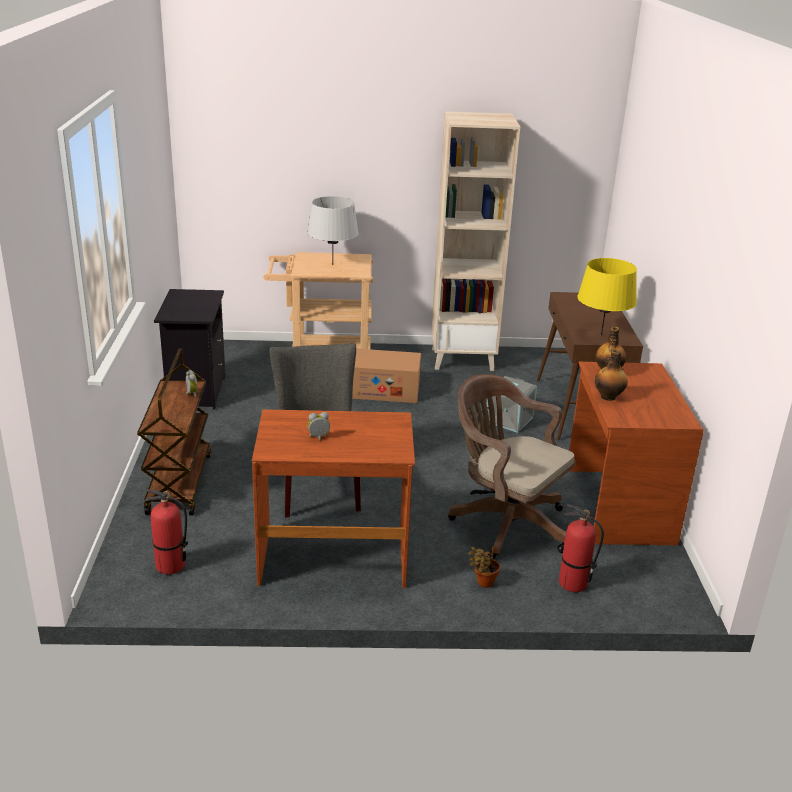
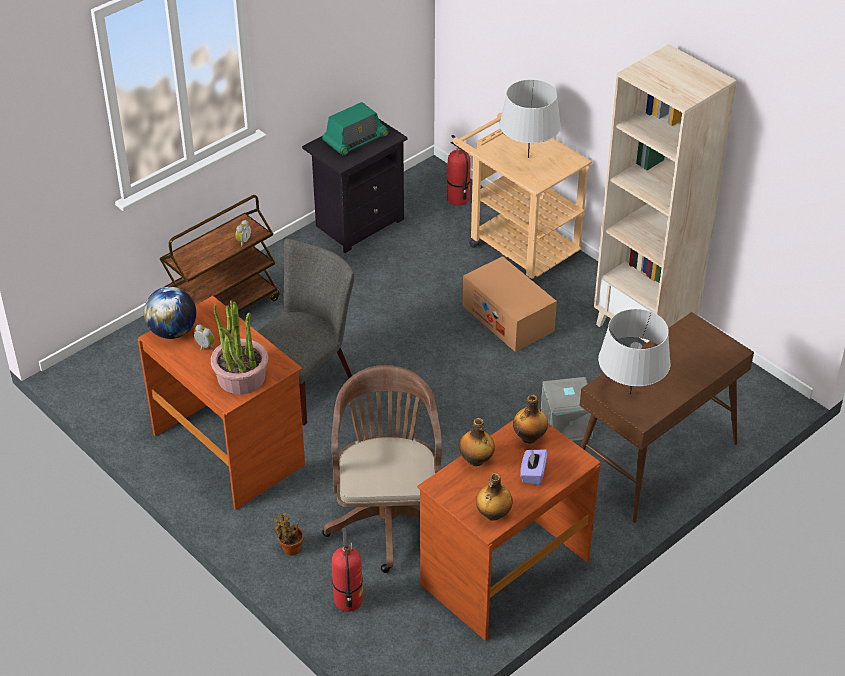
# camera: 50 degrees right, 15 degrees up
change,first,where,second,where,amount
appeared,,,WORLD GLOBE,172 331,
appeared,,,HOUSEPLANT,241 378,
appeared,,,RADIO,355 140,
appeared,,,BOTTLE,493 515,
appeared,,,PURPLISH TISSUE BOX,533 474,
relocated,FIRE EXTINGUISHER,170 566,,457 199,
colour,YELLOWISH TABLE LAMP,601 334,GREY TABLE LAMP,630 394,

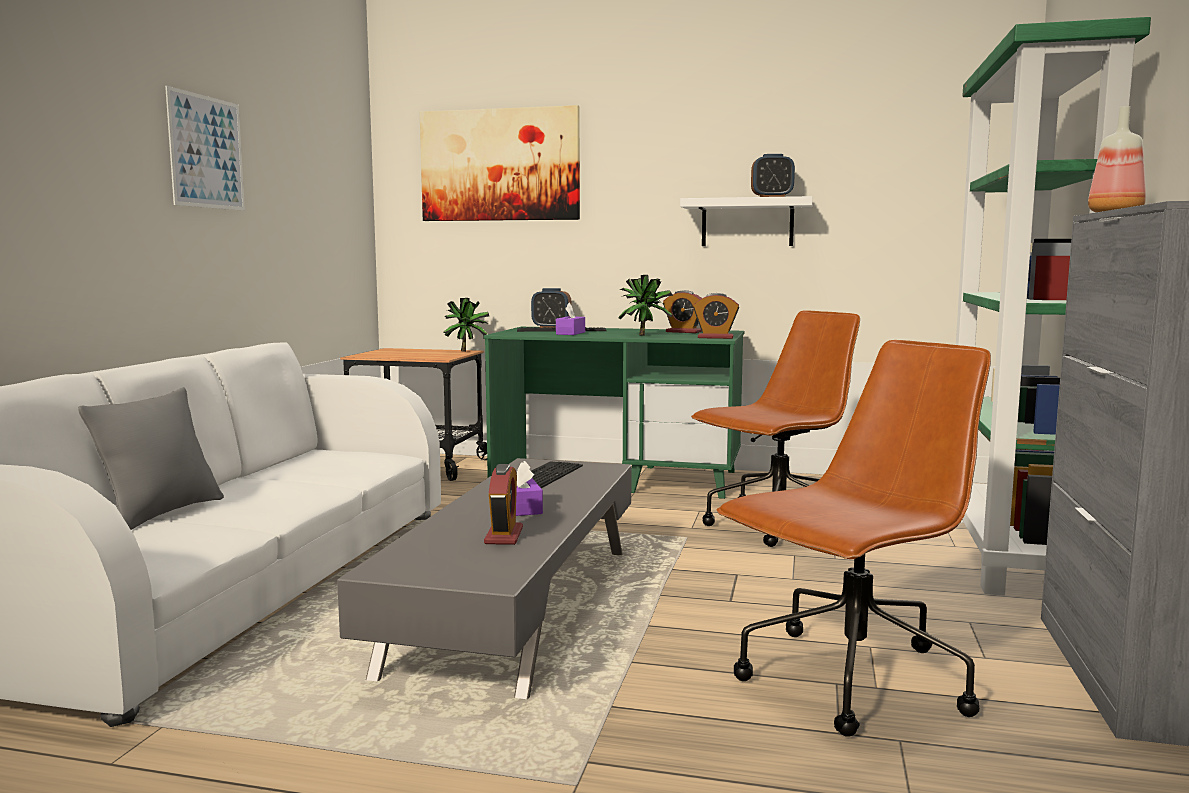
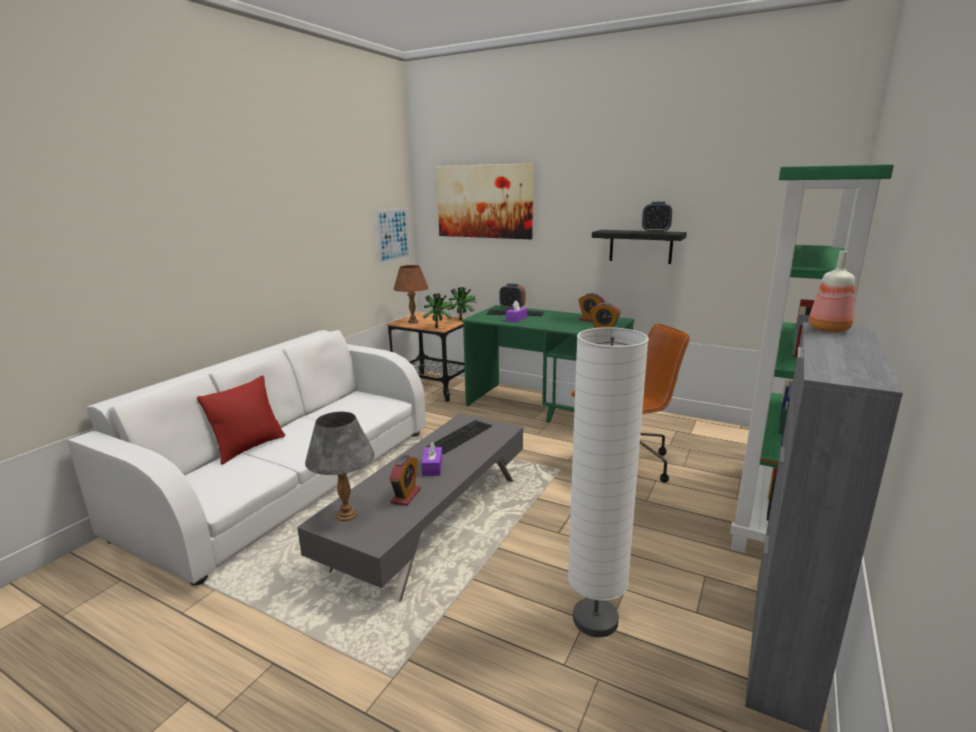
# camera: 15 degrees right, 10 degrees up
change,first,where,second,where,amount
appeared,,,GREY TABLE LAMP,347 514,
appeared,,,BROWN TABLE LAMP,413 322,
relocated,WALL ART,207 152,,393 235,
relocated,HOUSEPLANT,644 335,,438 327,
exchanged,BROWN OFFICE CHAIR,851 681,WHITE FLOOR LAMP,595 620,
colour,GREY PILLOW,162 513,RED PILLOW,249 447,
colour,WHITE WALL SHELF,747 223,BLACK WALL SHELF,640 246,

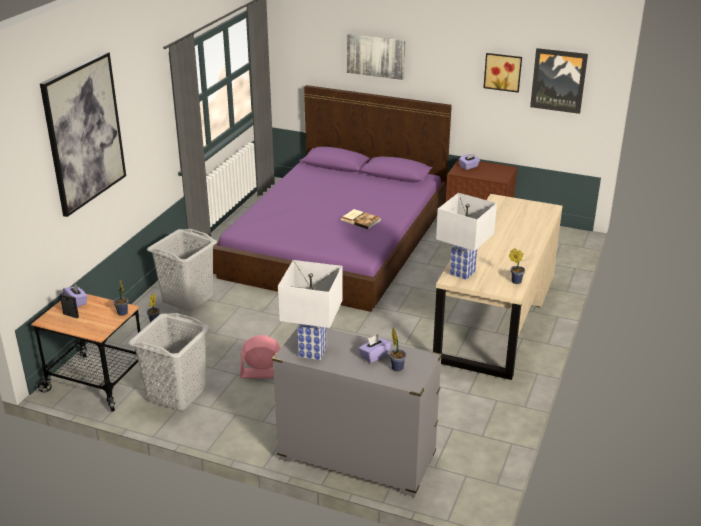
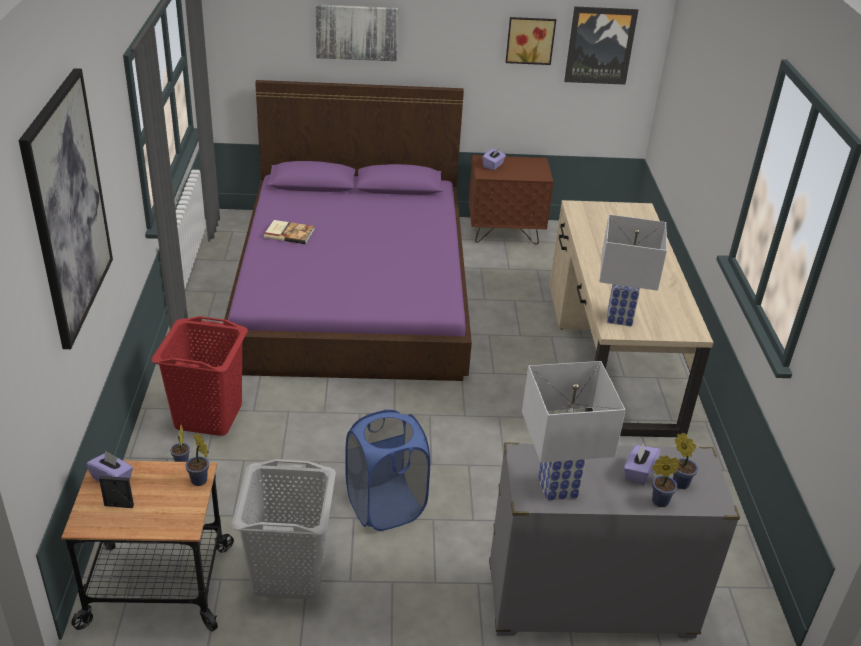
# camera: 25 degrees left, 5 degrees up
change,first,where,second,where,amount
relocated,BOOK,361 220,,289 233,
relocated,HOUSEPLANT,515 281,,657 501,
exchanged,PINK-COLOURED ELECTRIC FAN,262 373,BLUE-COLOURED WASHING BASKET,385 507,
colour,GREY WASHING BASKET,188 299,RED WASHING BASKET,209 415,

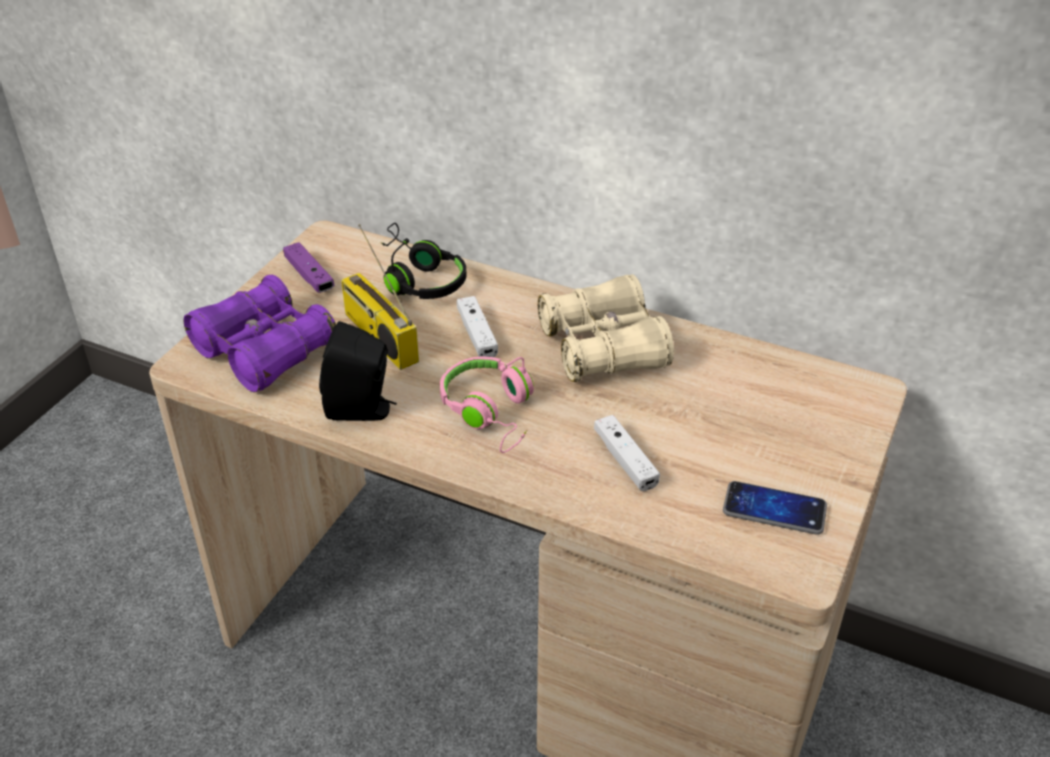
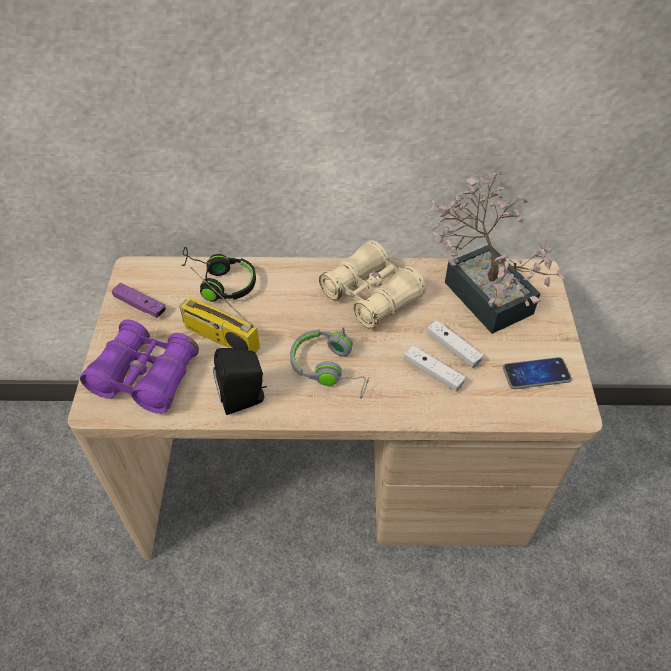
# camera: 25 degrees left, 10 degrees up
change,first,where,second,where,amount
appeared,,,HOUSEPLANT,482 290,
relocated,WHITE GAMEPAD,477 334,,453 349,
colour,PINK-COLOURED HEADPHONES,492 412,GREY HEADPHONES,331 369,

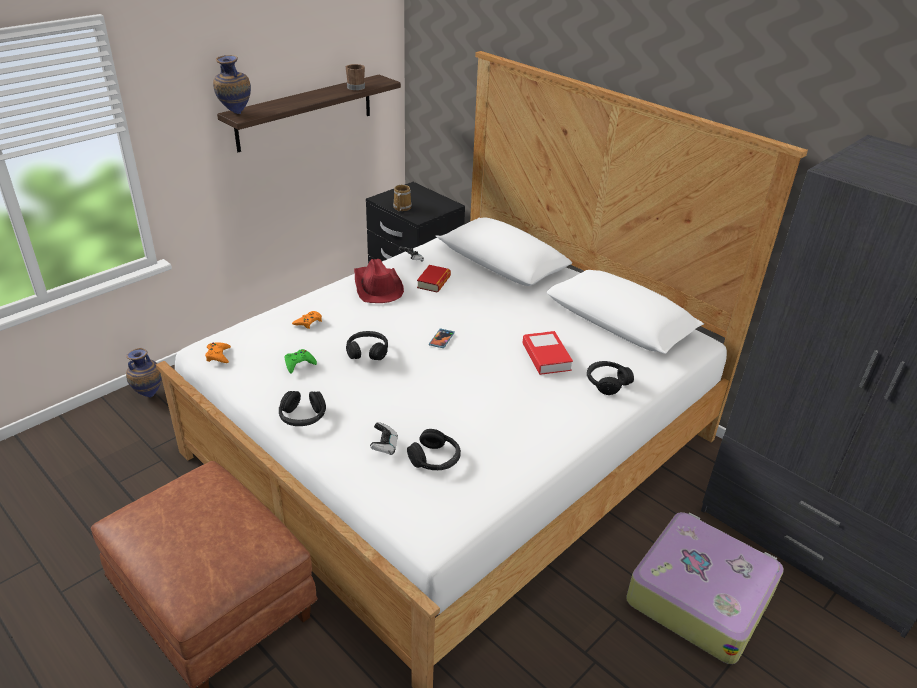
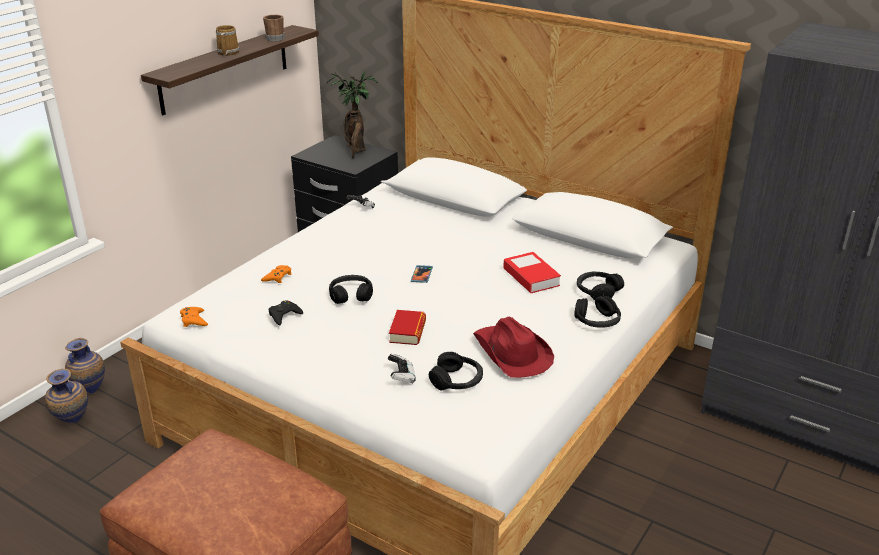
# camera: 10 degrees left, 5 degrees down
change,first,where,second,where,amount
missing,TRAVEL CASE,699 595,,,
appeared,,,HOUSEPLANT,356 150,
relocated,FLOWER VASE,235 114,,72 423,
relocated,BLACK HEADPHONES,302 416,,597 321,
relocated,RED WEARABLE HAT,377 286,,511 353,
relocated,MUG,401 207,,227 53,
relocated,BOOK,433 282,,407 332,
colour,GREEN GAMEPAD,299 363,BLACK GAMEPAD,284 315,

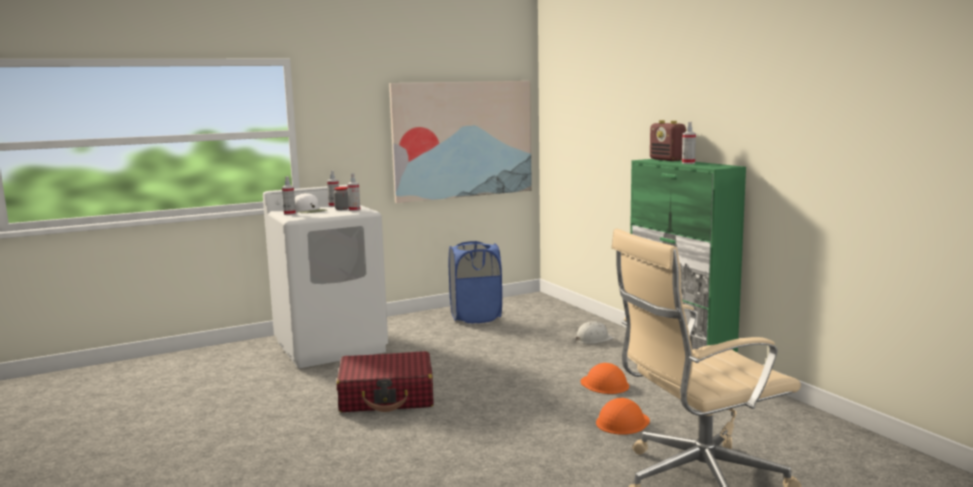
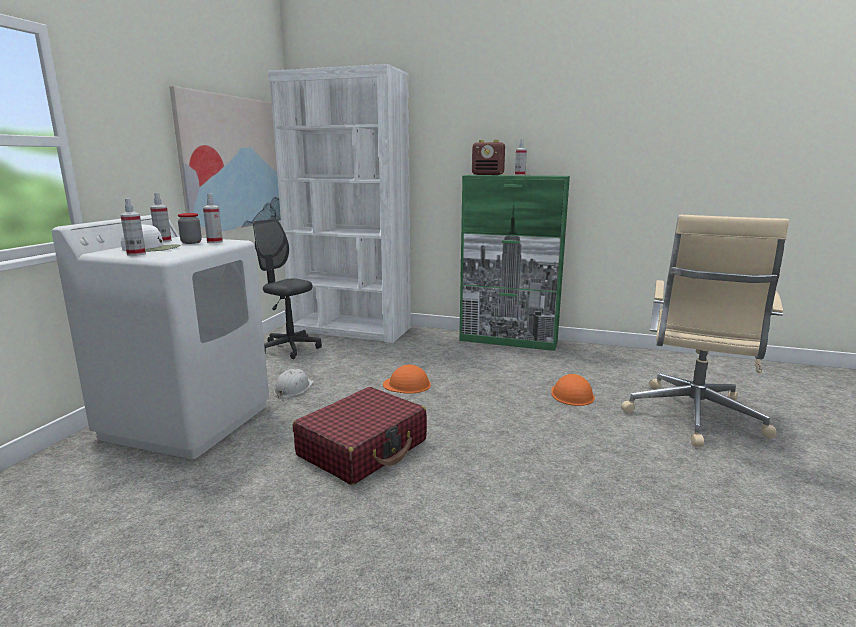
# camera: 45 degrees left, 5 degrees up
change,first,where,second,where,amount
appeared,,,WHITE SHELVING UNIT,350 329,
relocated,WHITE HARD HAT,593 339,,293 389,
relocated,ORANGE-COLOURED HARD HAT,604 384,,407 384,
exchanged,BLUE-COLOURED WASHING BASKET,476 317,GREY OFFICE CHAIR,290 348,

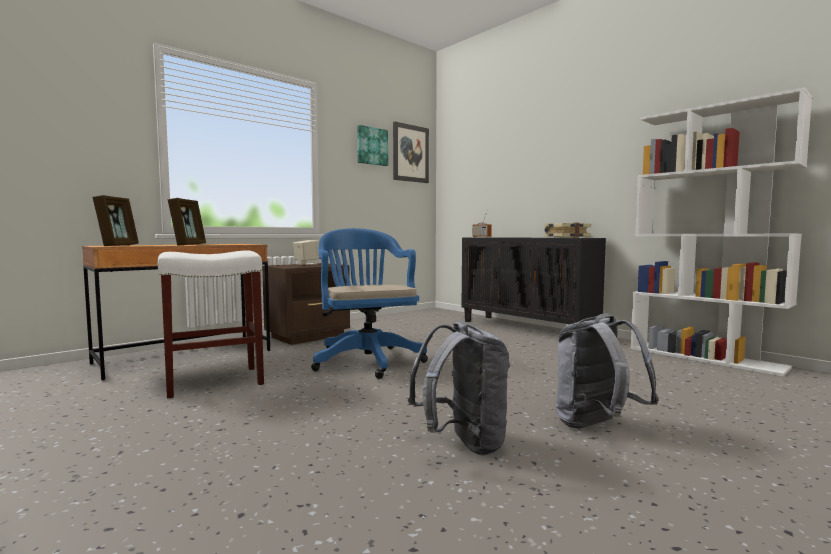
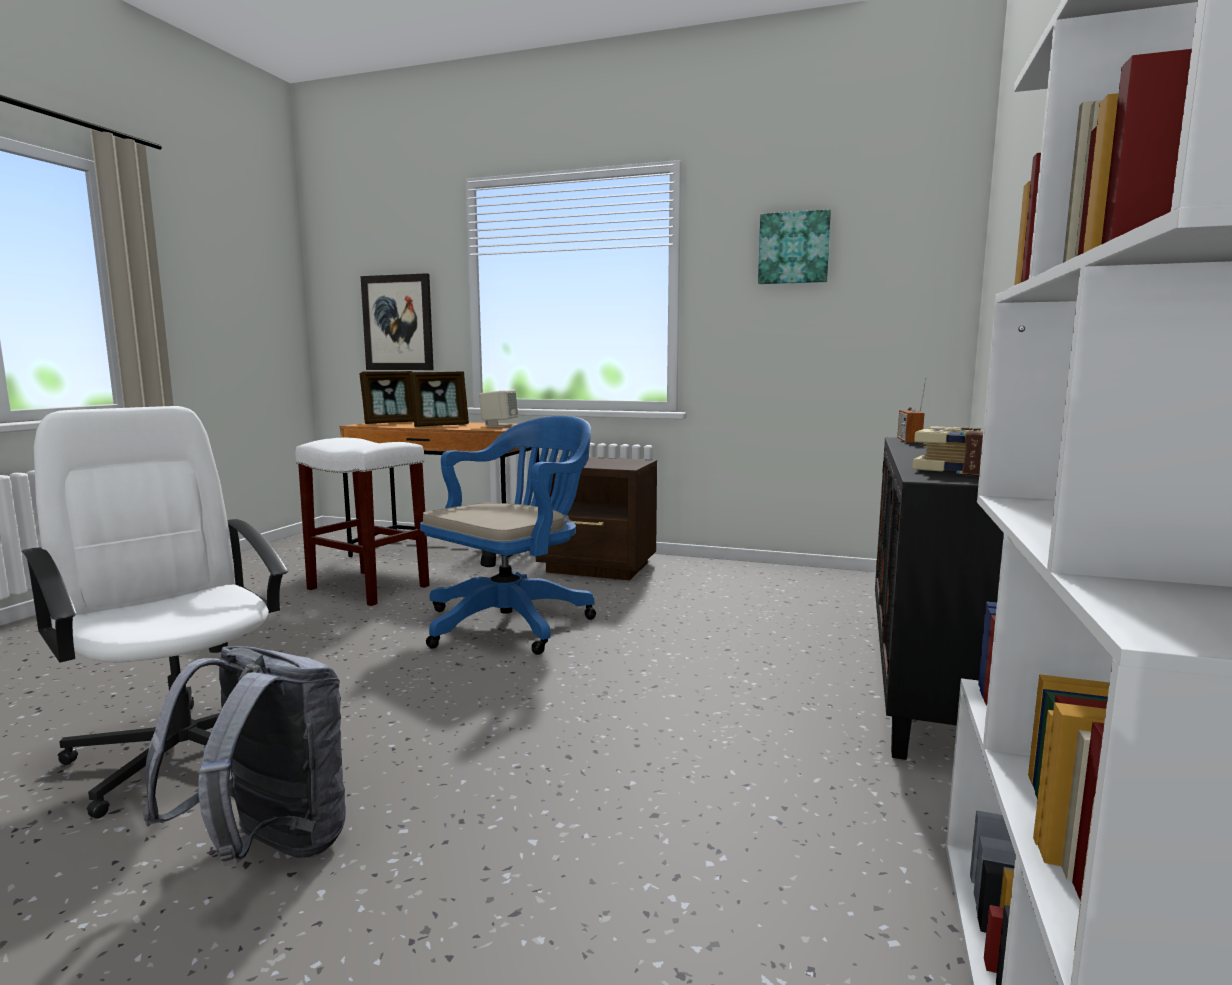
# camera: 60 degrees right, 5 degrees up
change,first,where,second,where,amount
relocated,BEIGE LOUDSPEAKER,306 264,,499 425,
relocated,WALL ART,410 153,,398 323,
exchanged,GREY KNAPSACK,462 444,WHITE OFFICE CHAIR,185 750,

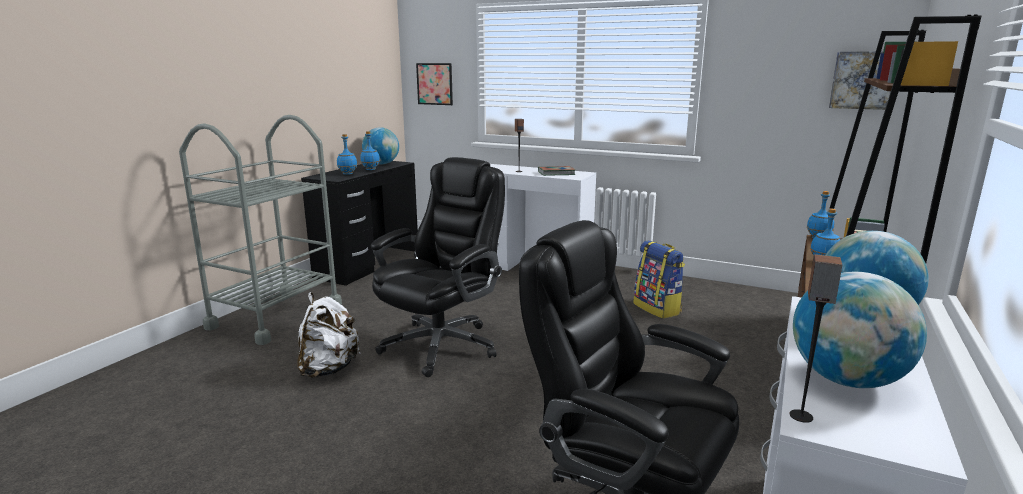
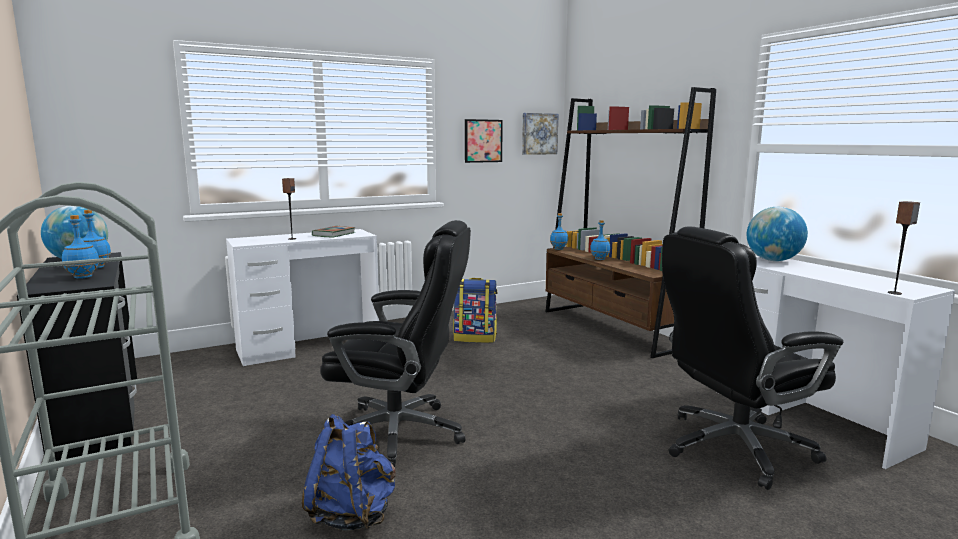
# camera: 55 degrees left, 5 degrees down
change,first,where,second,where,amount
missing,WORLD GLOBE,846 380,,,
relocated,WALL ART,434 84,,483 141,
colour,WHITE KNAPSACK,328 369,BLUE-COLOURED KNAPSACK,352 514,
spun,BLACK OFFICE CHAIR,442 345,,400 434,120 degrees clockwise

